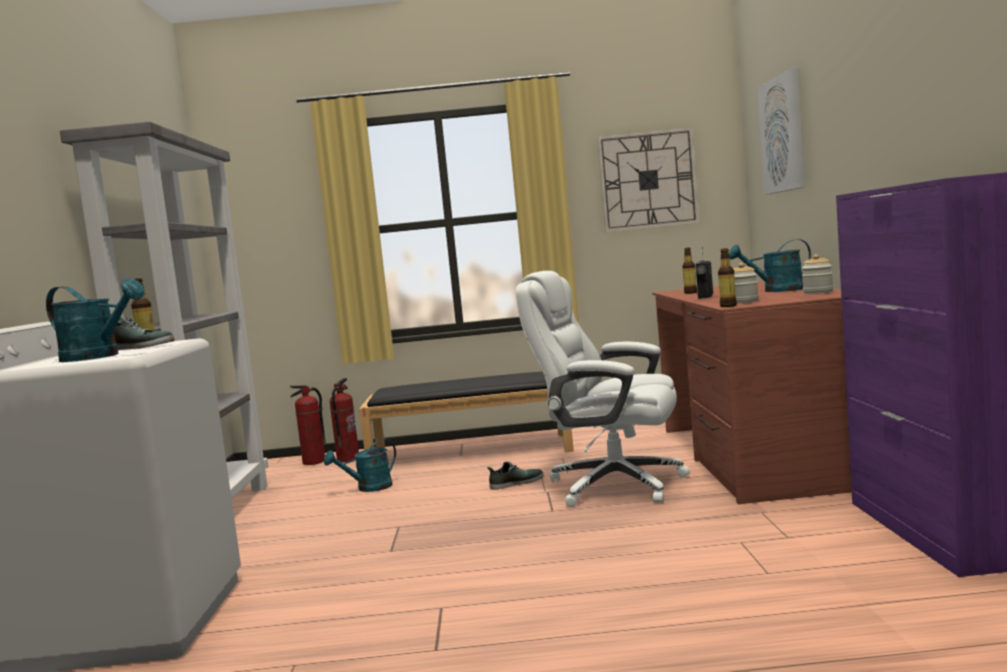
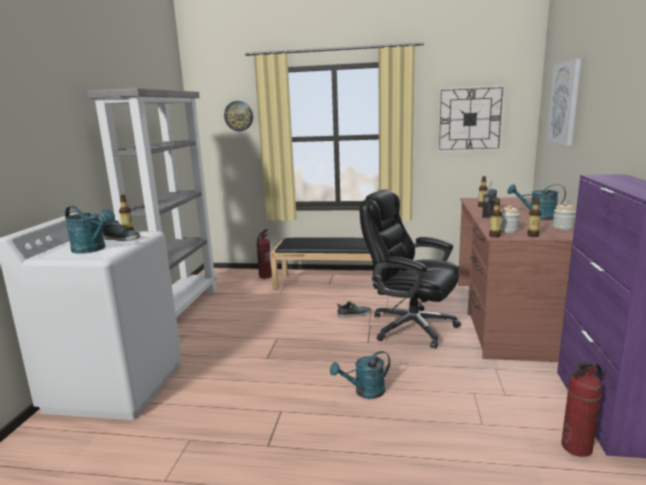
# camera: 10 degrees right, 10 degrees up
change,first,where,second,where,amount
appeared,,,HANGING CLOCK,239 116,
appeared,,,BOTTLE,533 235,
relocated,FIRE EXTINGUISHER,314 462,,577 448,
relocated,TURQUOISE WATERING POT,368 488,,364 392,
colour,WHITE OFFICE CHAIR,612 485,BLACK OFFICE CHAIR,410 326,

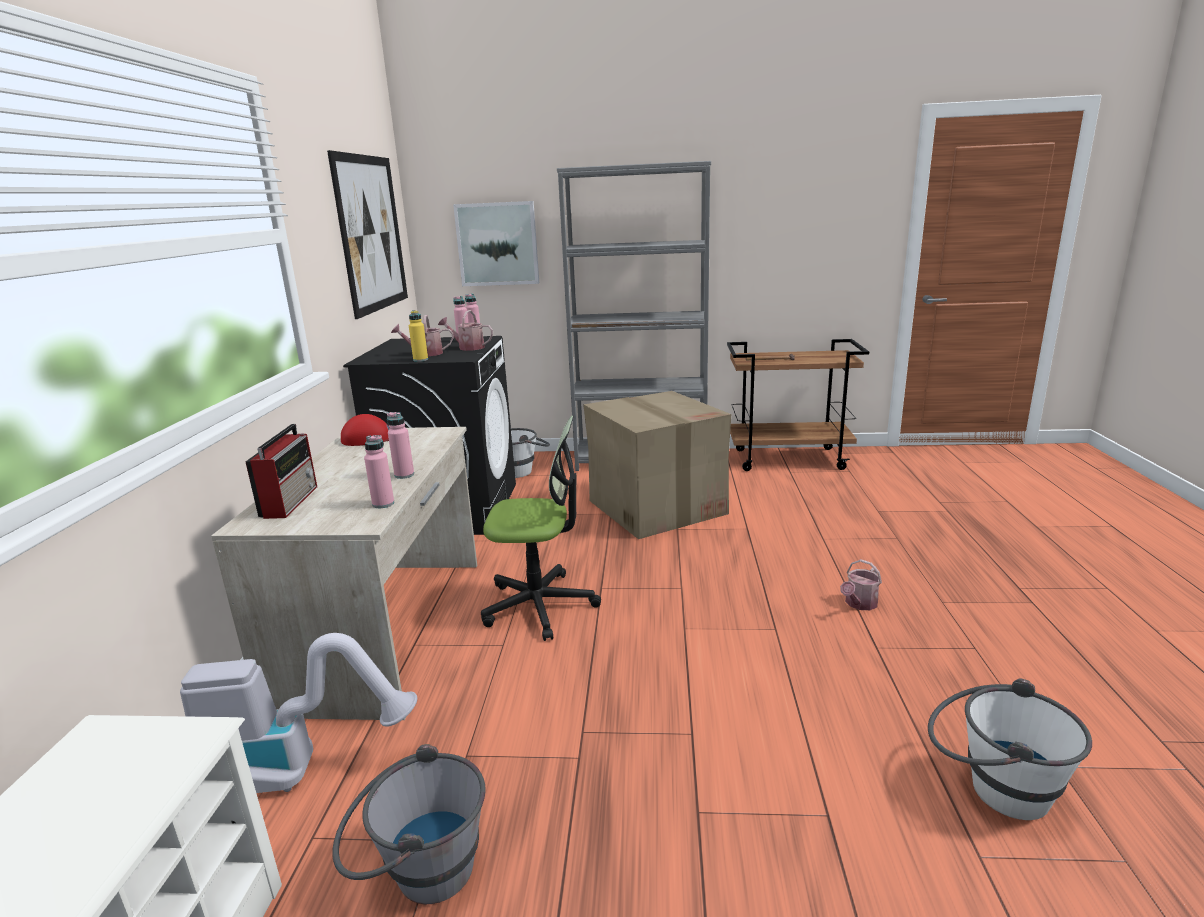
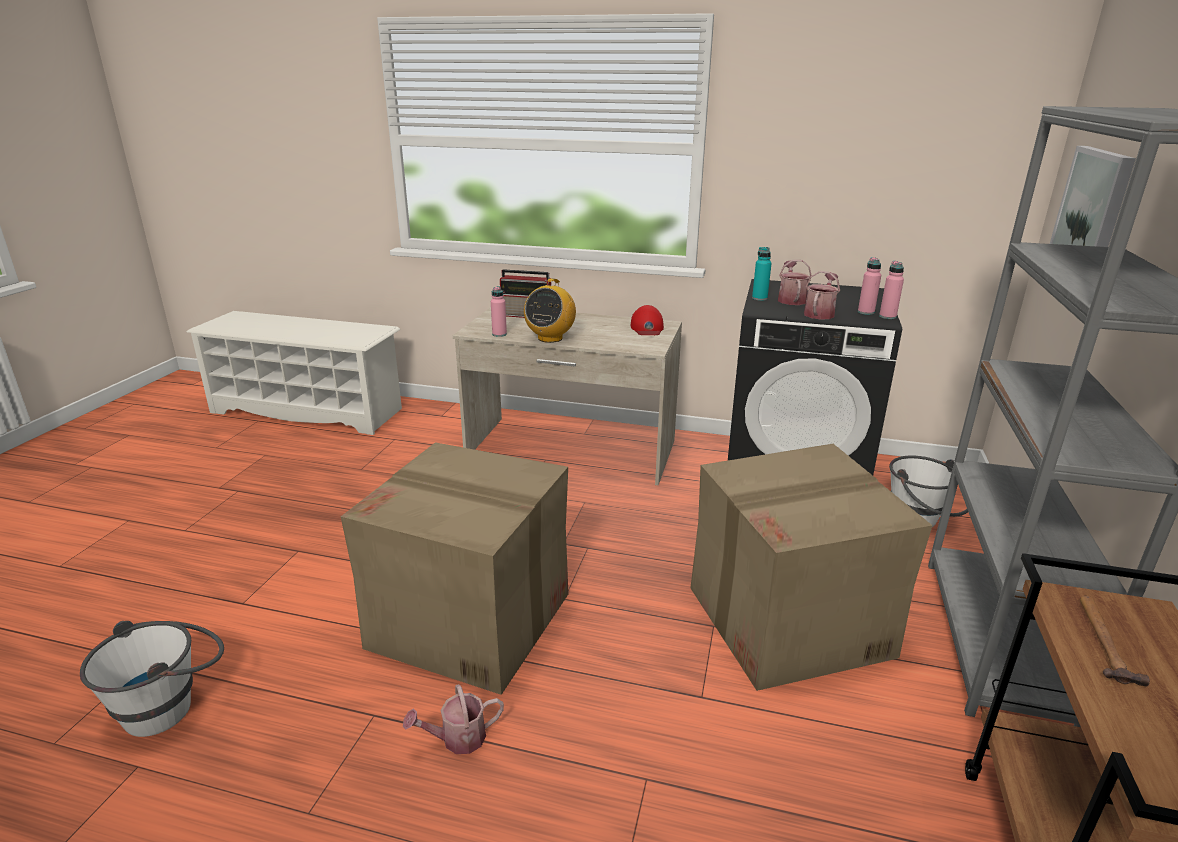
# camera: 100 degrees right, 5 degrees up
change,first,where,second,where,amount
missing,VACUUM,299 770,,,
missing,WALL ART,371 233,,,
missing,GREY PAIL,419 873,,,
missing,OFFICE CHAIR,540 605,,,
appeared,,,CARDBOARD BOX,472 620,
exchanged,PINK-COLOURED BOTTLE,404 475,RADIO,550 338,
colour,YELLOWISH BOTTLE,420 360,TURQUOISE BOTTLE,759 298,
spun,WATERING POT,859 604,,457 739,75 degrees counterclockwise

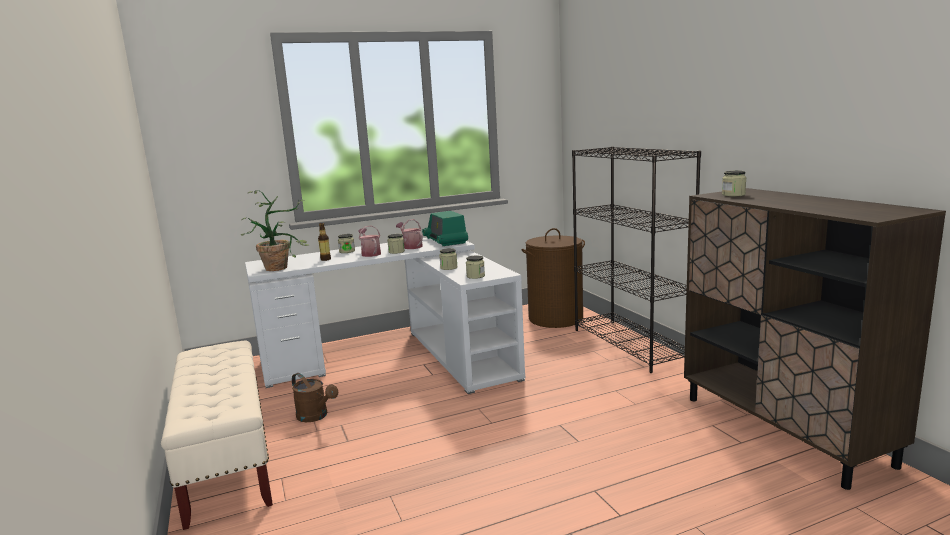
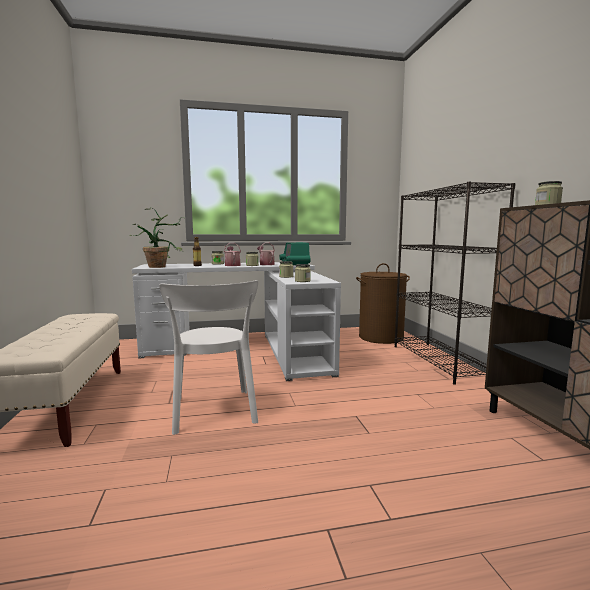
# camera: 10 degrees right, 5 degrees down
change,first,where,second,where,amount
missing,BROWN WATERING POT,316 416,,,
appeared,,,WHITE UPRIGHT CHAIR,214 412,

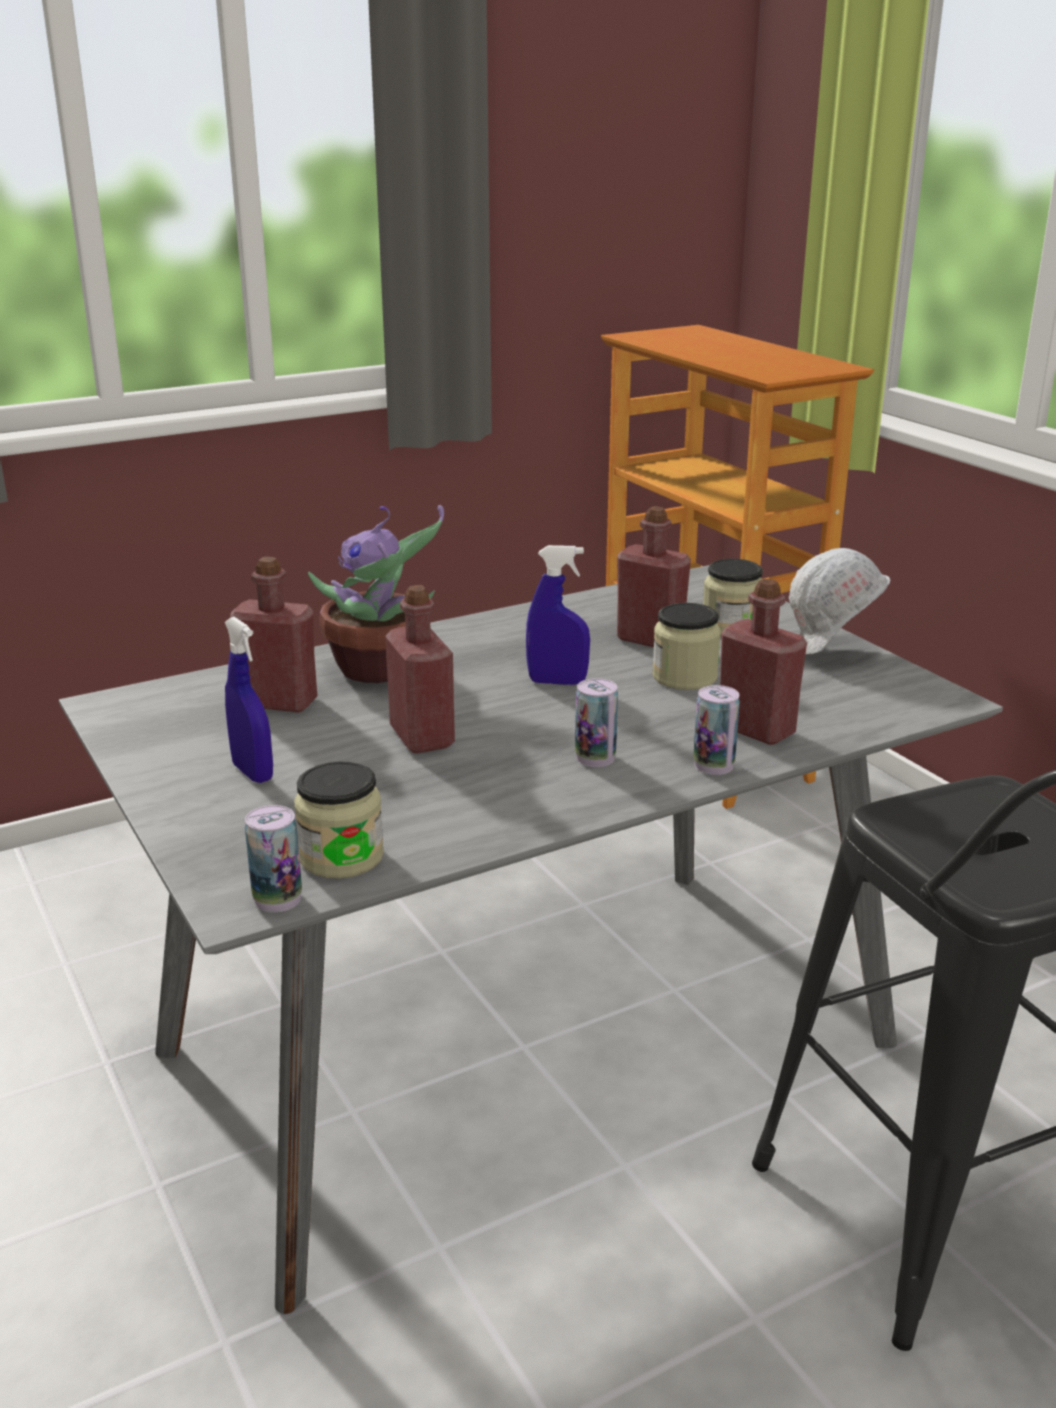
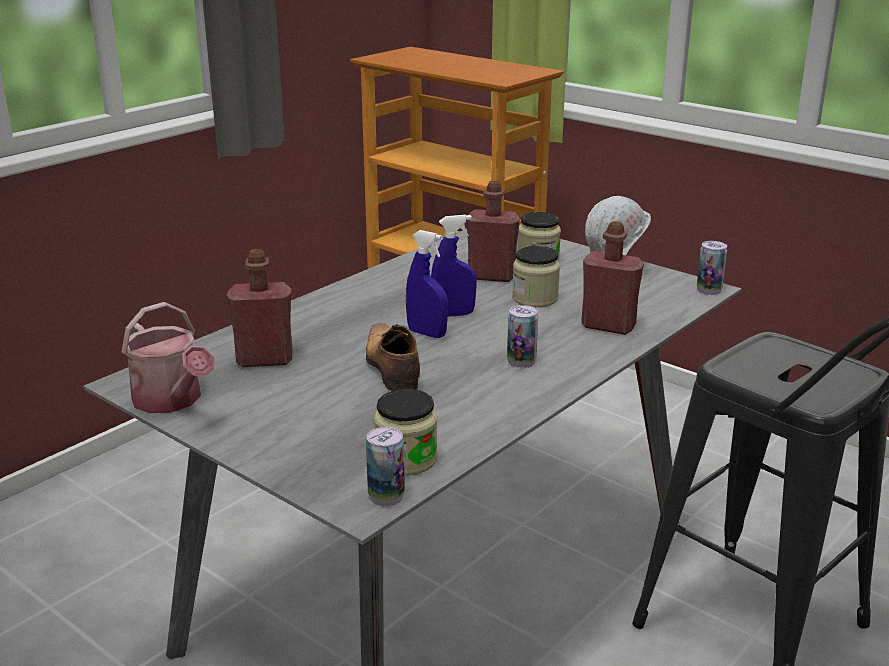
# camera: 20 degrees left, 0 degrees up
change,first,where,second,where,amount
missing,HOUSEPLANT,380 670,,,
appeared,,,WATERING POT,172 401,
relocated,BLUE-COLOURED SPRAY BOTTLE,253 773,,427 333,
relocated,CAN,713 765,,709 290,
exchanged,RED BOTTLE,422 737,LOW SHOE,391 367,

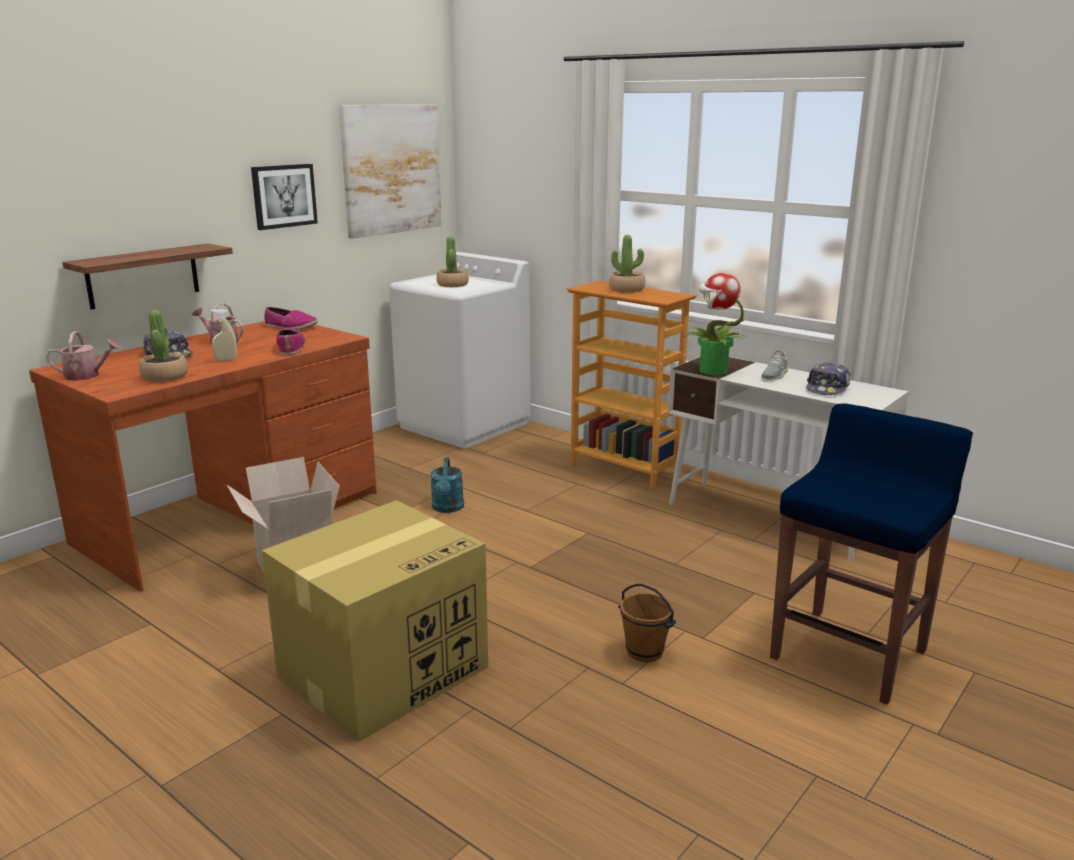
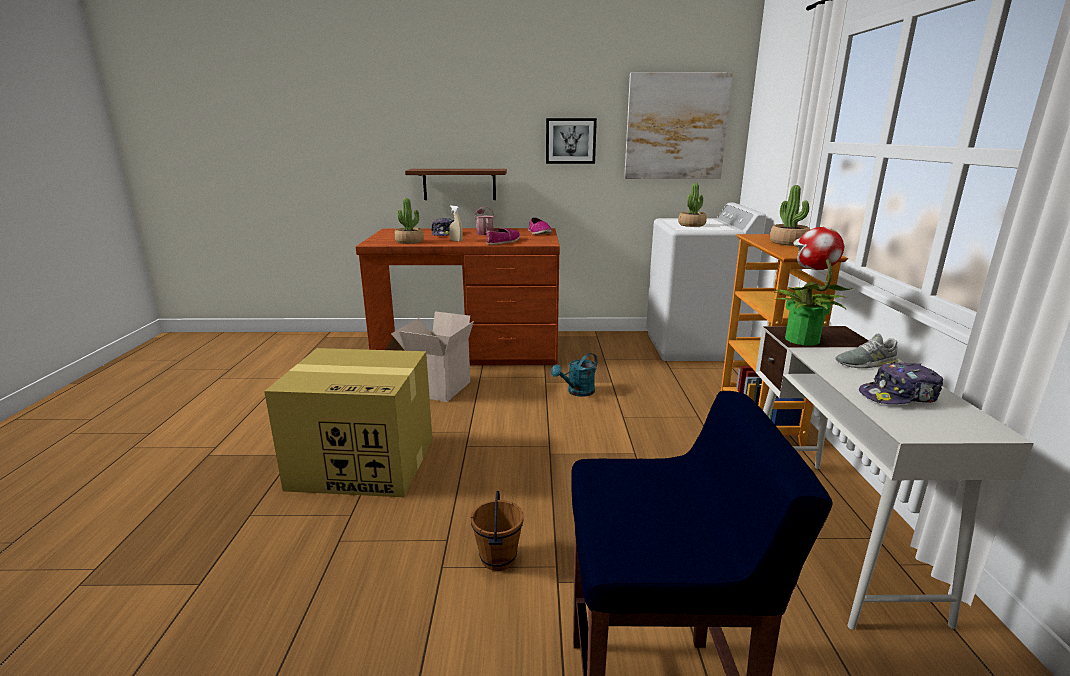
# camera: 50 degrees right, 0 degrees up
change,first,where,second,where,amount
missing,WATERING POT,87 375,,,

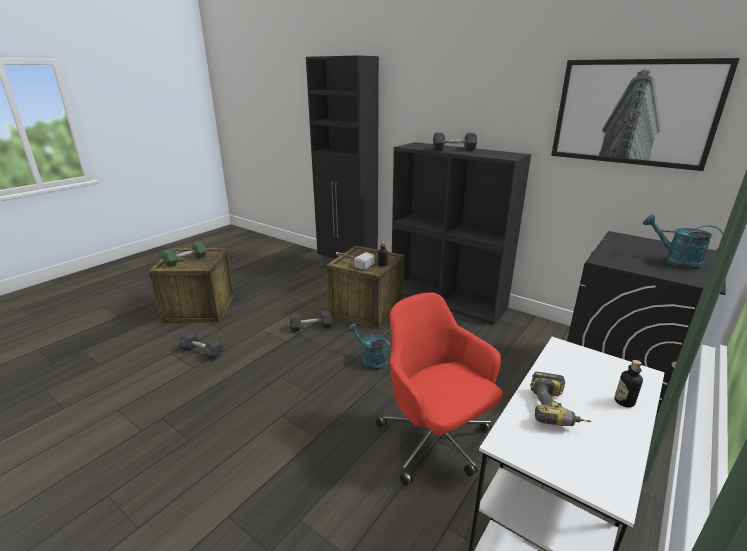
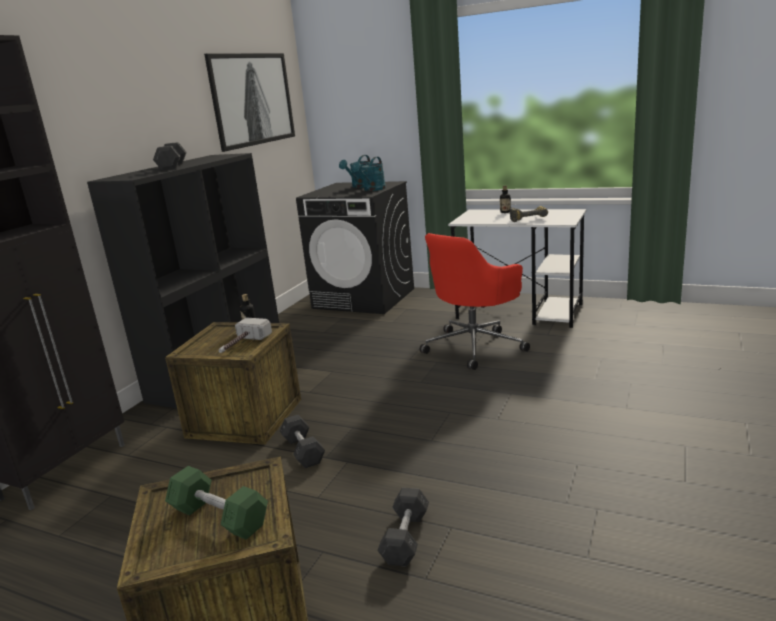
# camera: 100 degrees left, 5 degrees down
change,first,where,second,where,amount
relocated,TURQUOISE WATERING POT,370 360,,372 189,

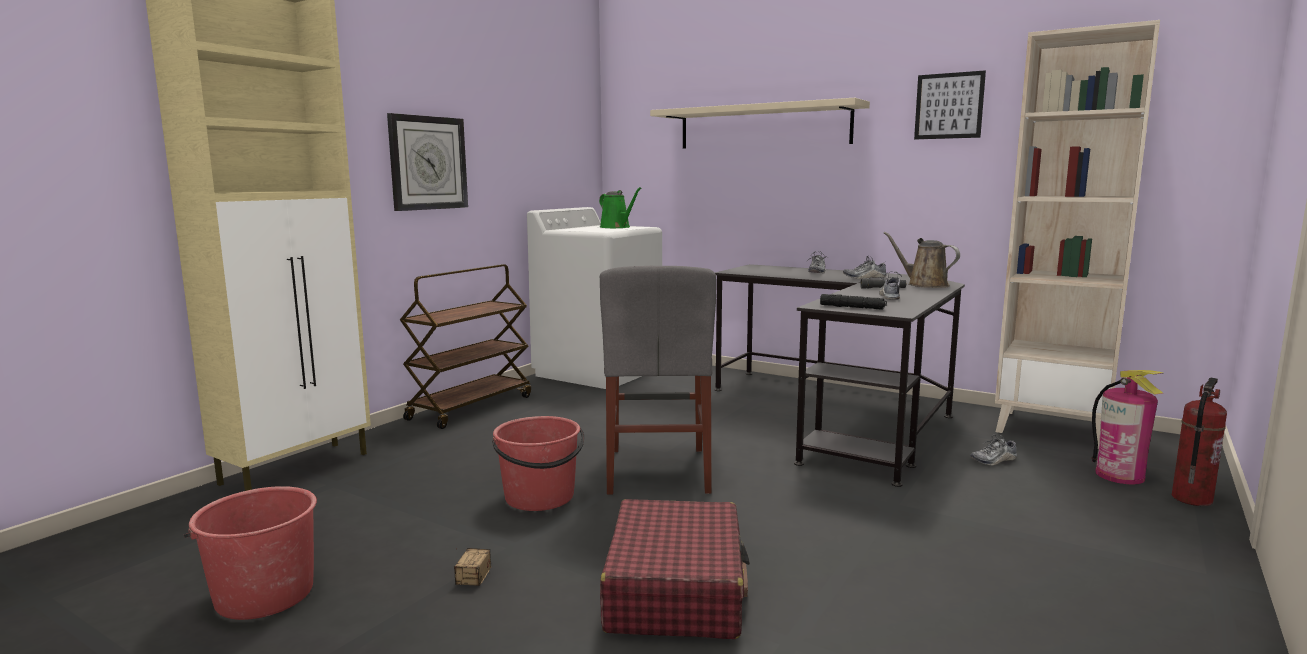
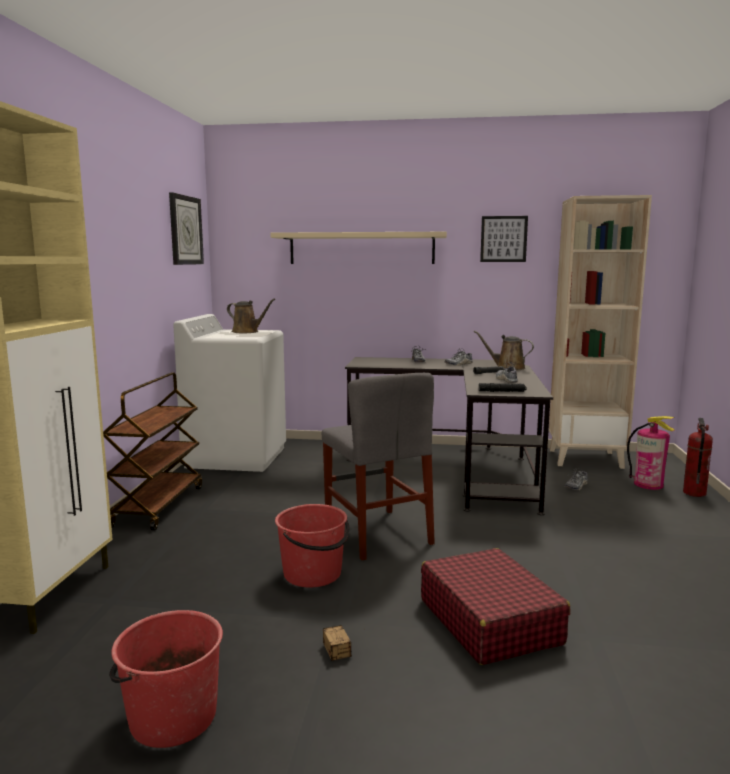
# camera: 25 degrees left, 0 degrees up
change,first,where,second,where,amount
relocated,HANGING CLOCK,428 163,,185 230,
colour,GREEN WATERING POT,617 227,BROWN WATERING POT,247 332,

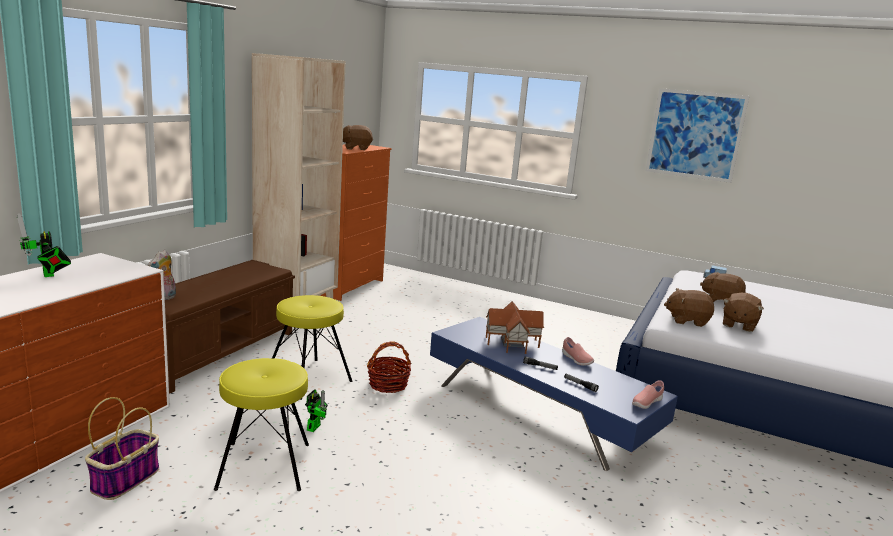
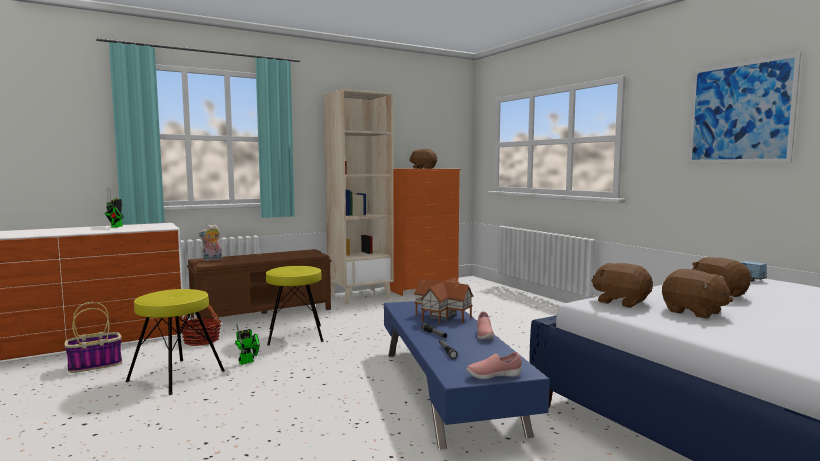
# camera: 35 degrees right, 10 degrees down
change,first,where,second,where,amount
relocated,STORAGE BASKET,388 384,,201 340,
spun,BROWN PLUSH TOY,738 325,,693 312,105 degrees counterclockwise

